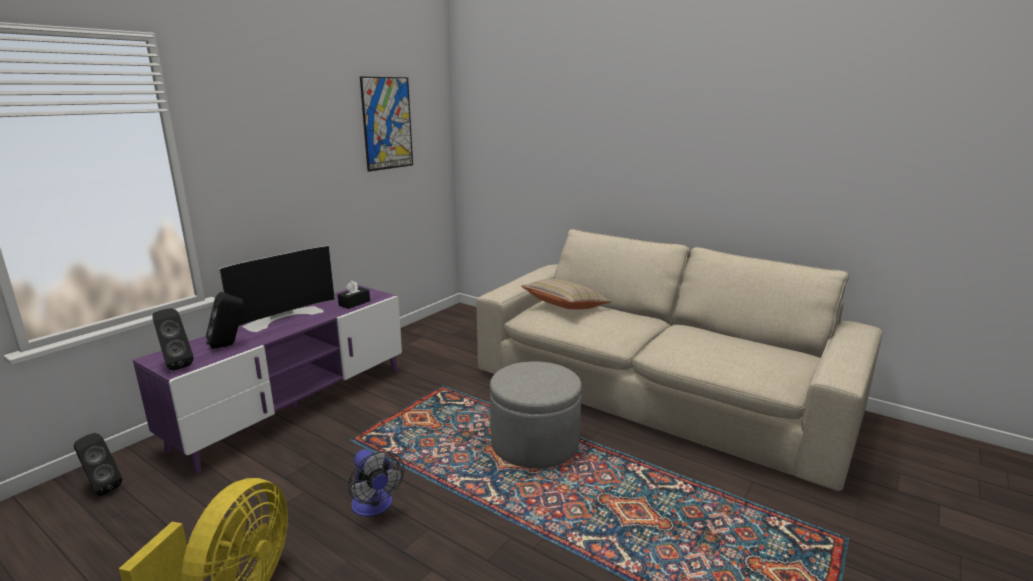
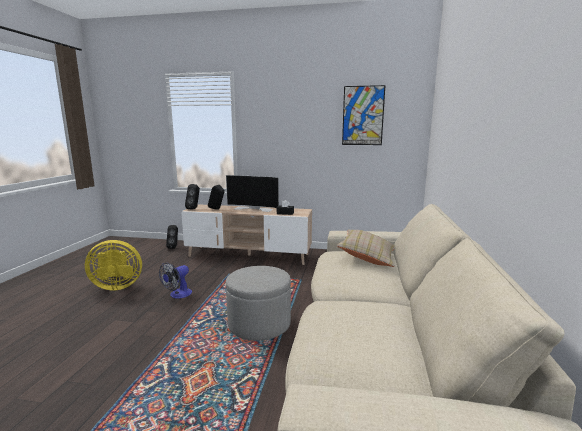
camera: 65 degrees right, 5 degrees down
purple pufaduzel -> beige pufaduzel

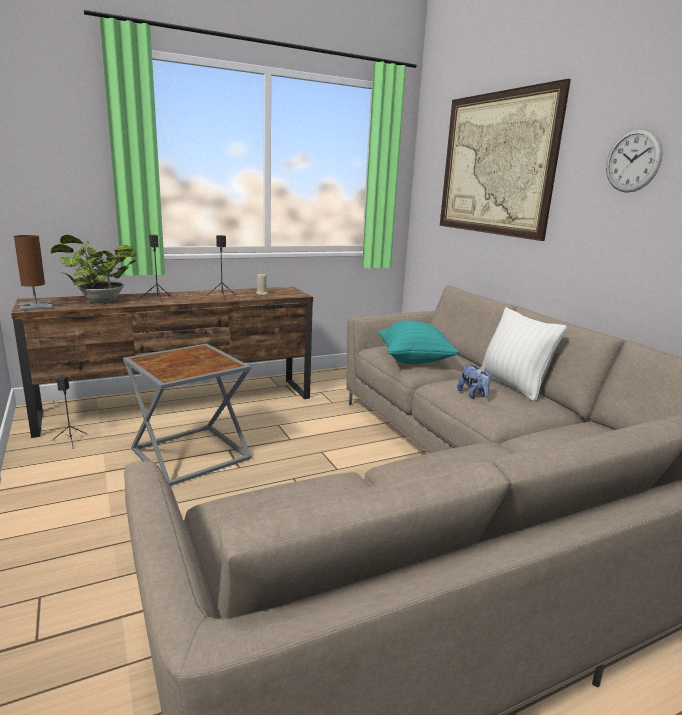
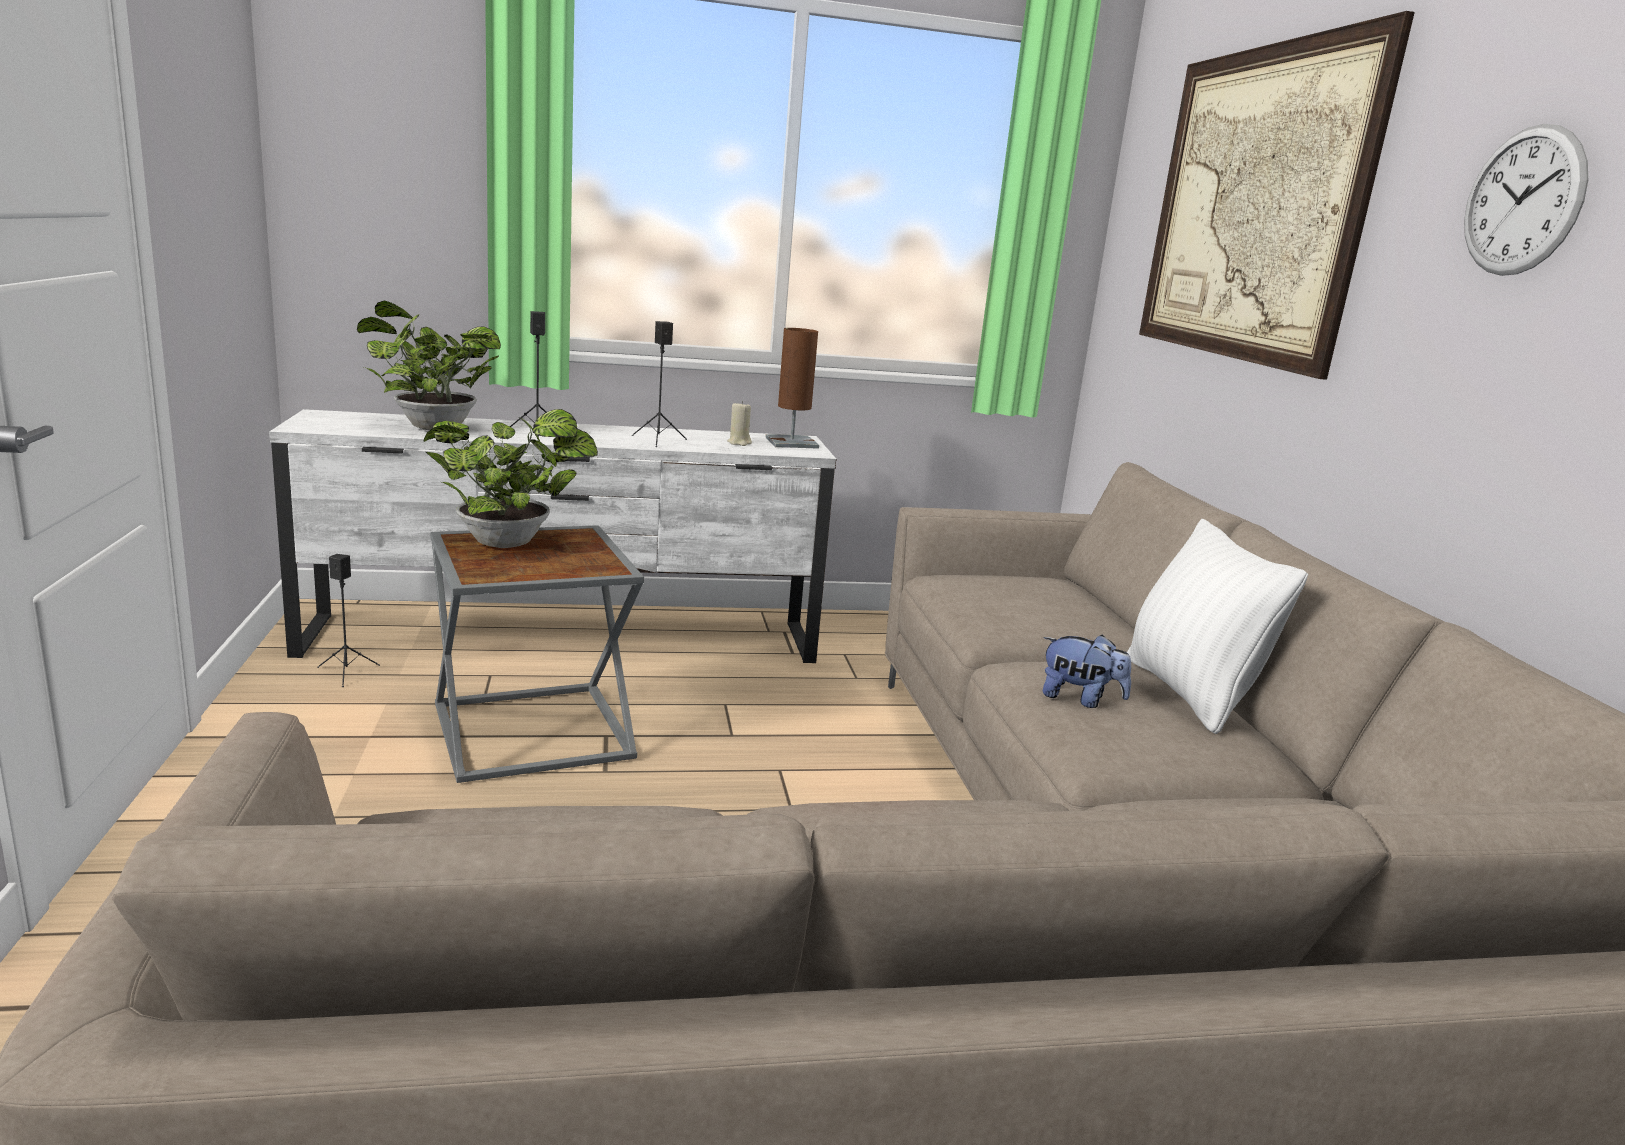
camera: 15 degrees right, 0 degrees up
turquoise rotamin -> none
none -> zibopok (2nd from left)
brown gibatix, moved
brown pufaduzel -> white pufaduzel
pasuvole, 60 degrees counterclockwise

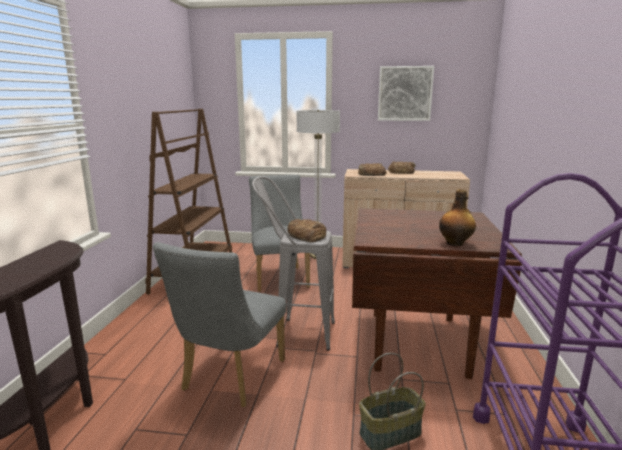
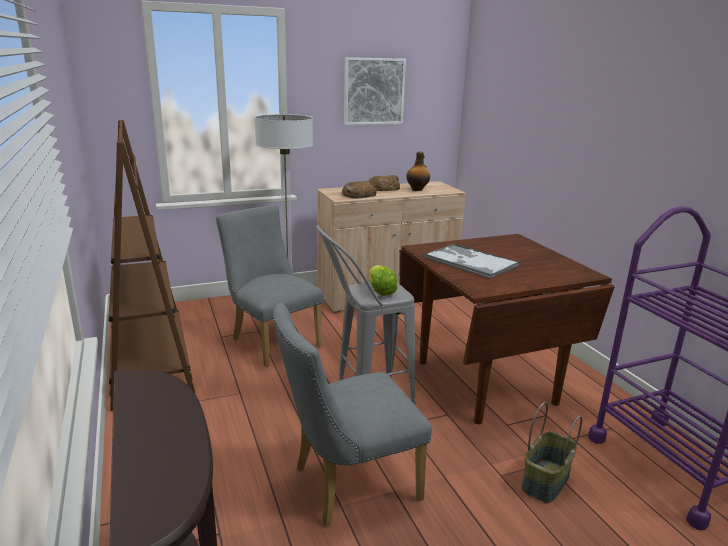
camera: 30 degrees left, 5 degrees up
none -> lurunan
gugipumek, moved
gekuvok (1st from left) -> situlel
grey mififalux (1st from left in the first image) -> grey mififalux (2nd from left), 75 degrees clockwise

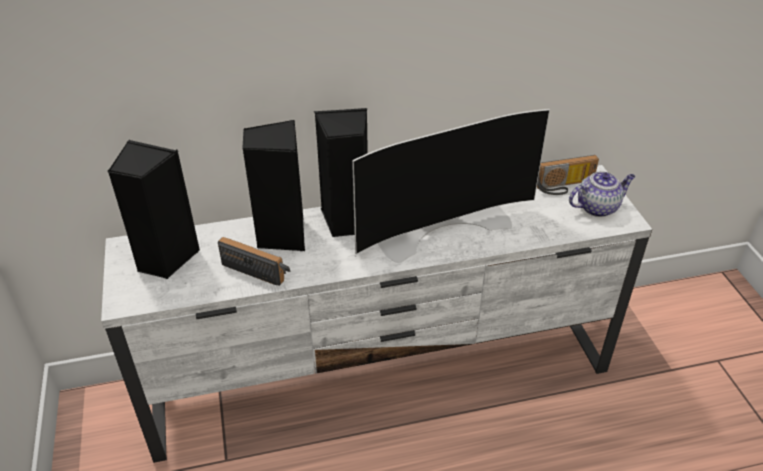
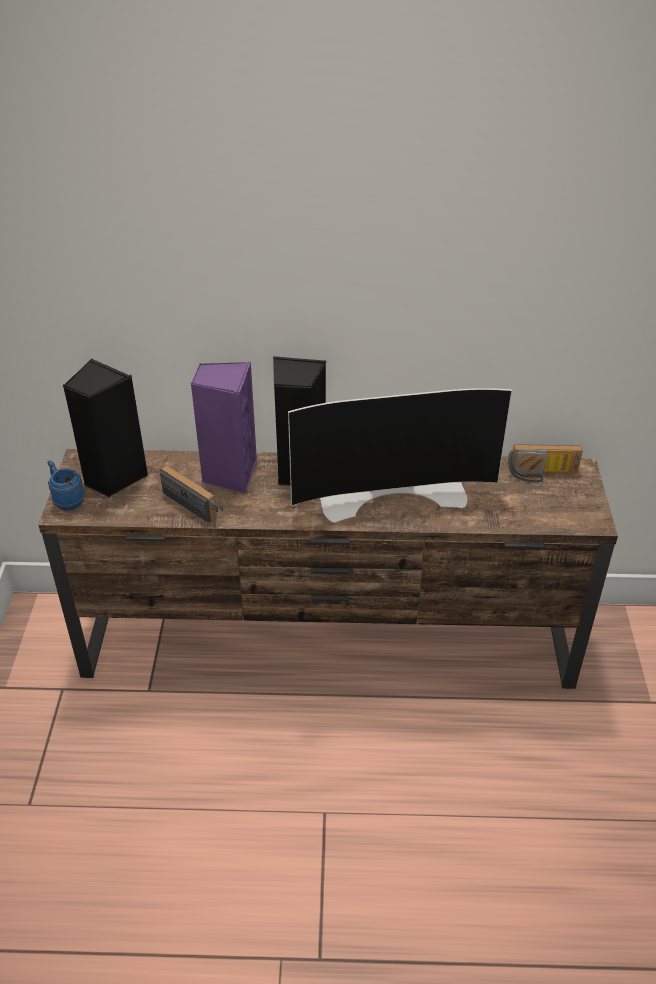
camera: 15 degrees right, 0 degrees up
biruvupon -> none
none -> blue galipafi
white pufaduzel -> brown pufaduzel
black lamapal (2nd from left) -> purple lamapal

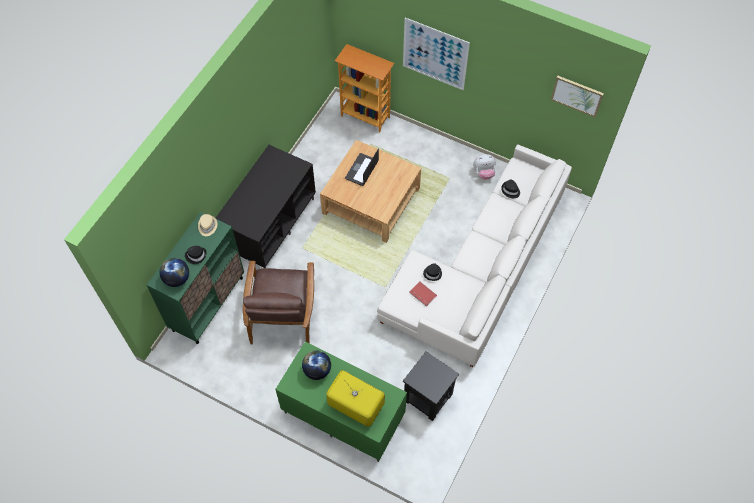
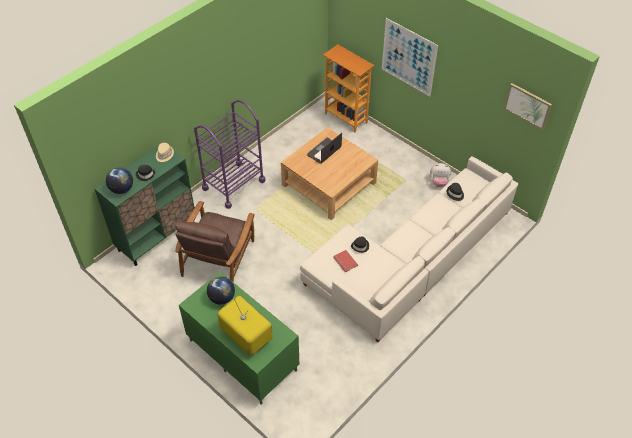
camera: 15 degrees right, 10 degrees down
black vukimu -> none
black pufaduzel -> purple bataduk

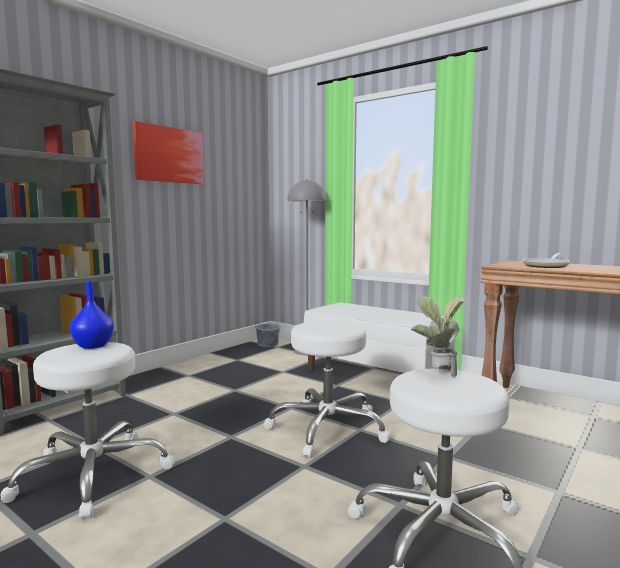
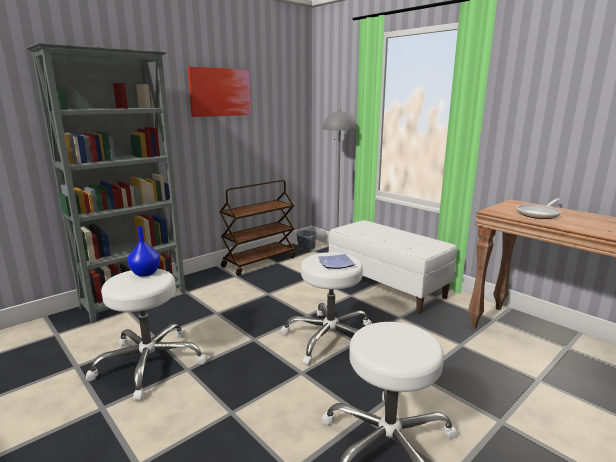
camera: 10 degrees right, 10 degrees up
zibopok -> none
none -> brown bataduk
none -> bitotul

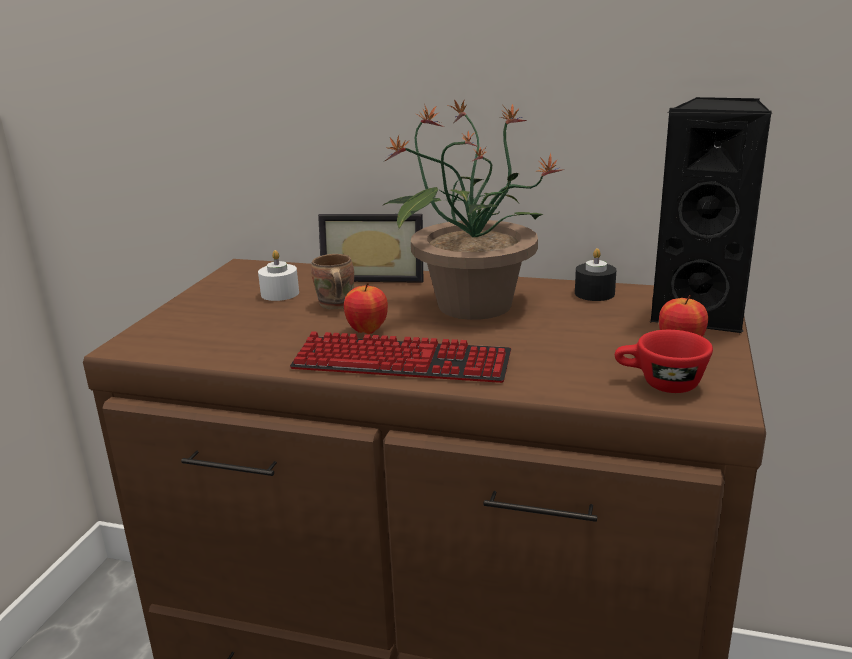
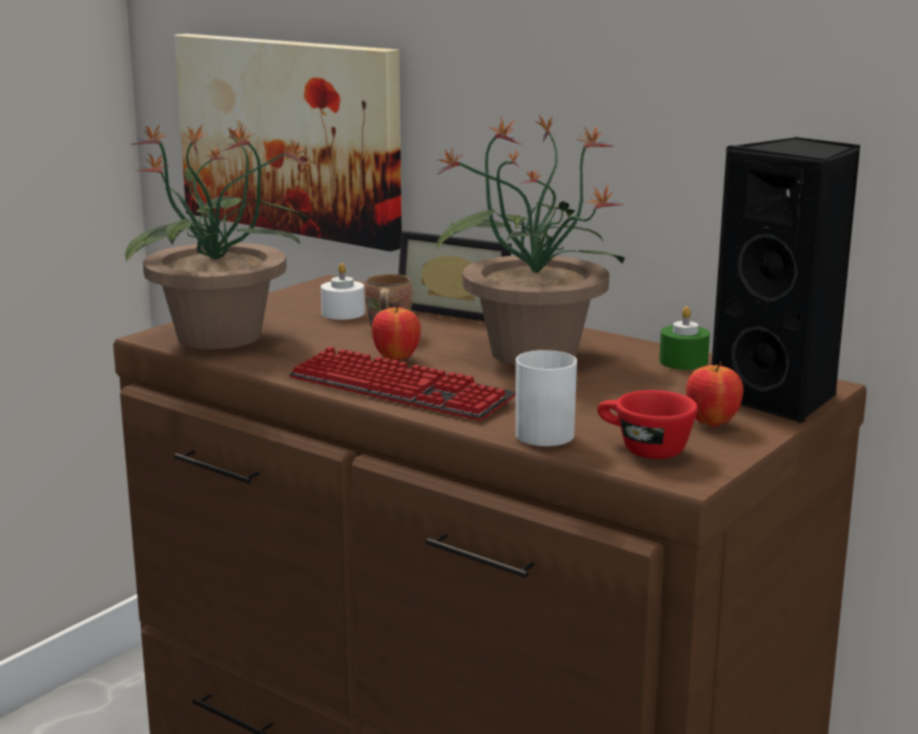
camera: 20 degrees right, 5 degrees down
none -> zibopok (1st from left)
none -> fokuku
none -> white galipafi
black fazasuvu -> green fazasuvu

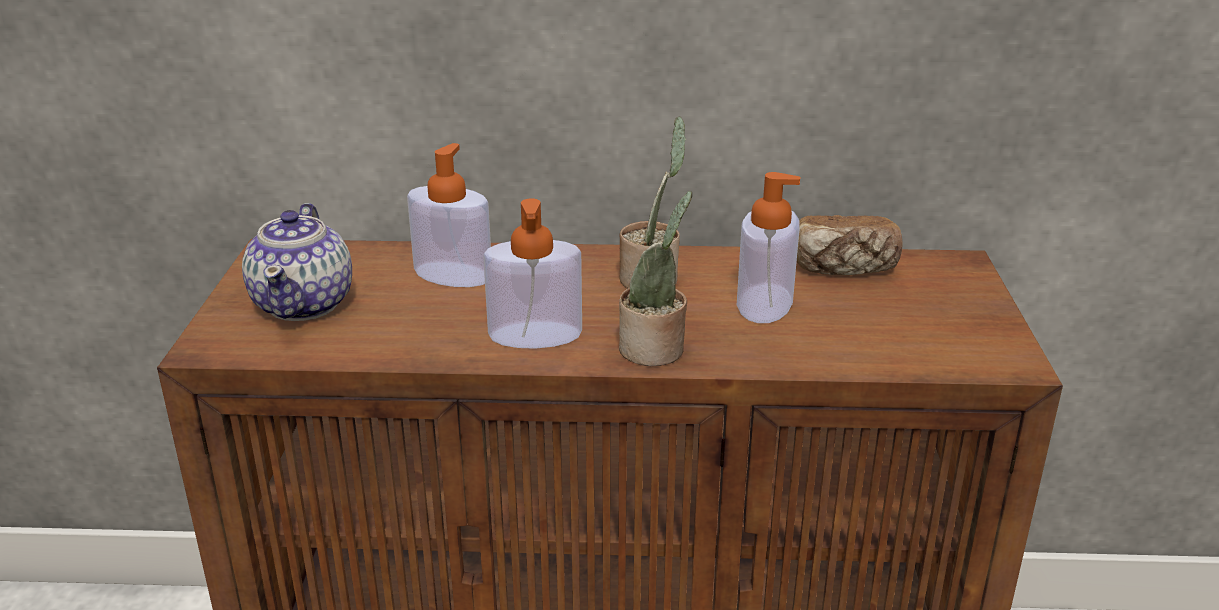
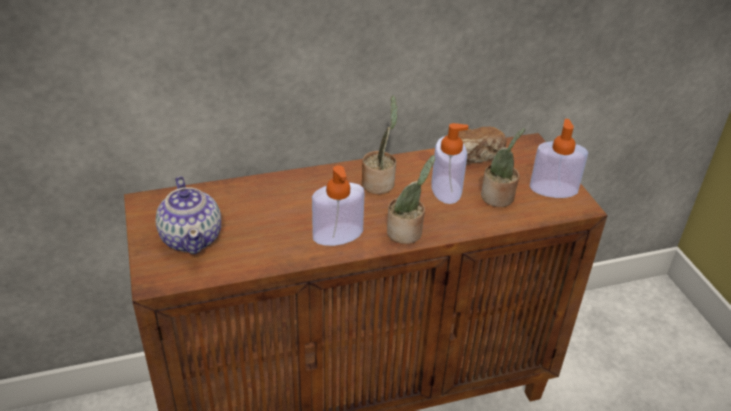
camera: 20 degrees left, 10 degrees up
none -> zibopok (3rd from left)
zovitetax (1st from left in the first image) -> zovitetax (3rd from left), moved

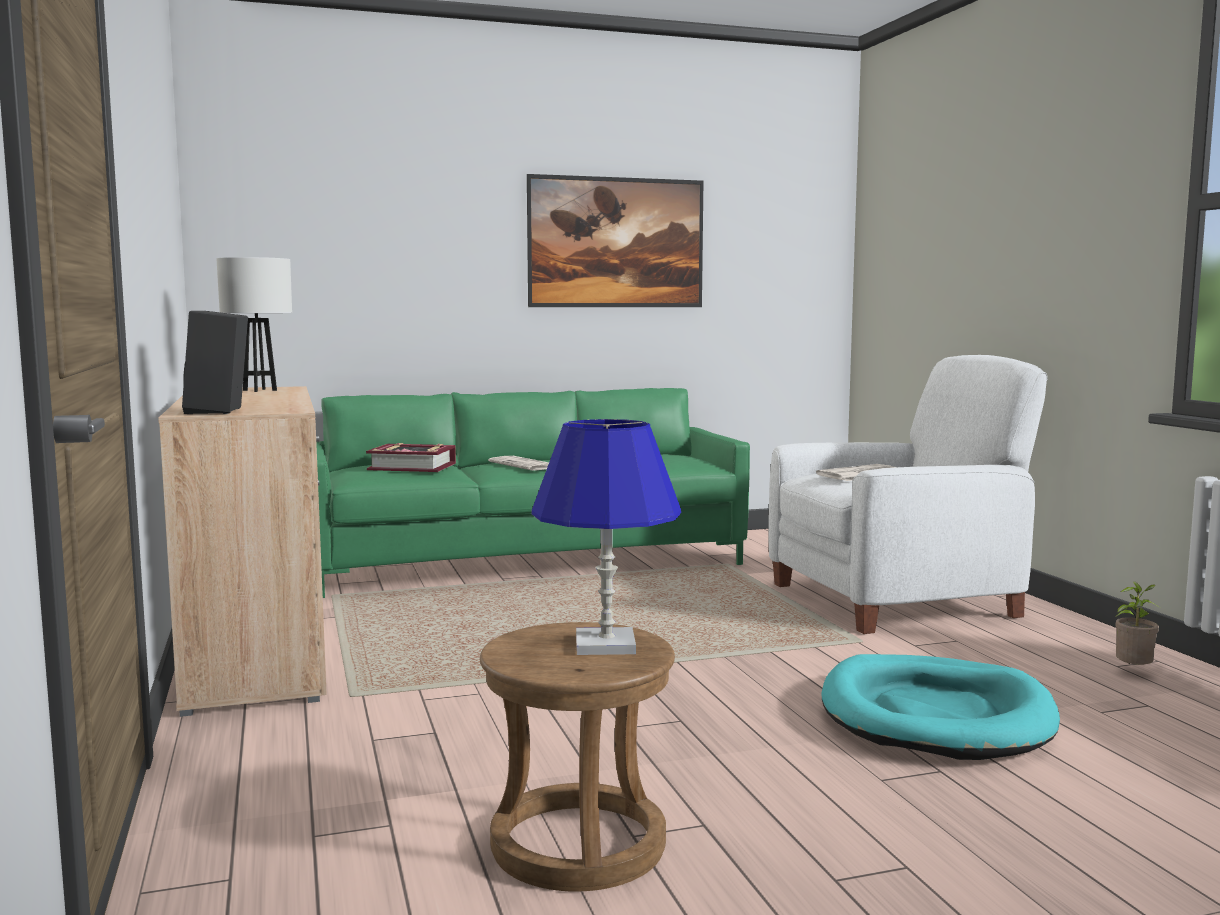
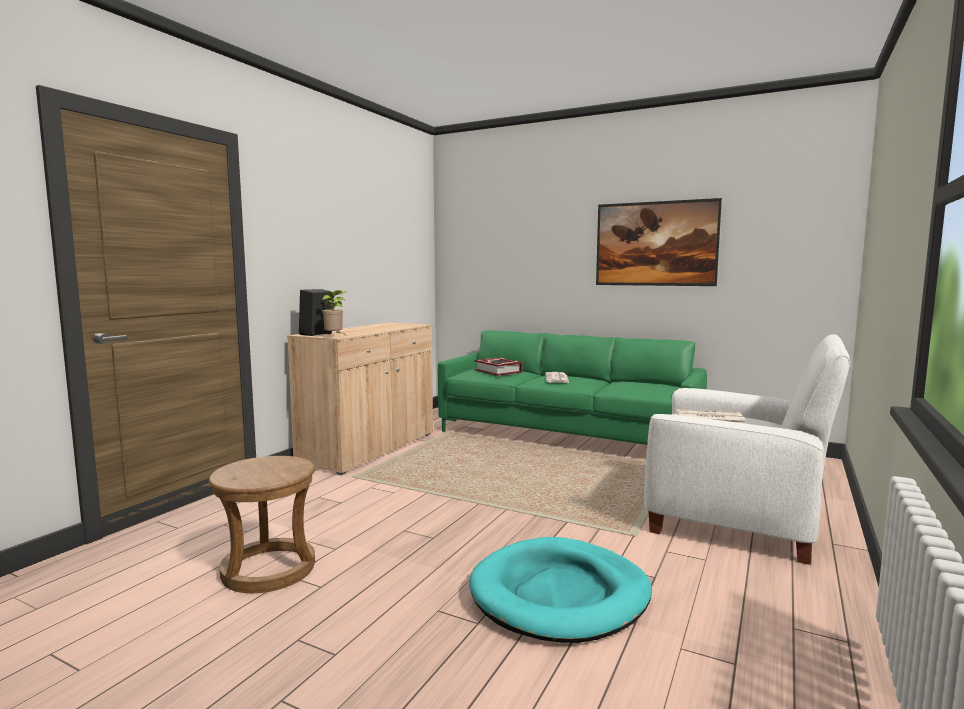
camera: 45 degrees right, 0 degrees up
white gibatix -> none
blue gibatix -> none
zibopok, moved

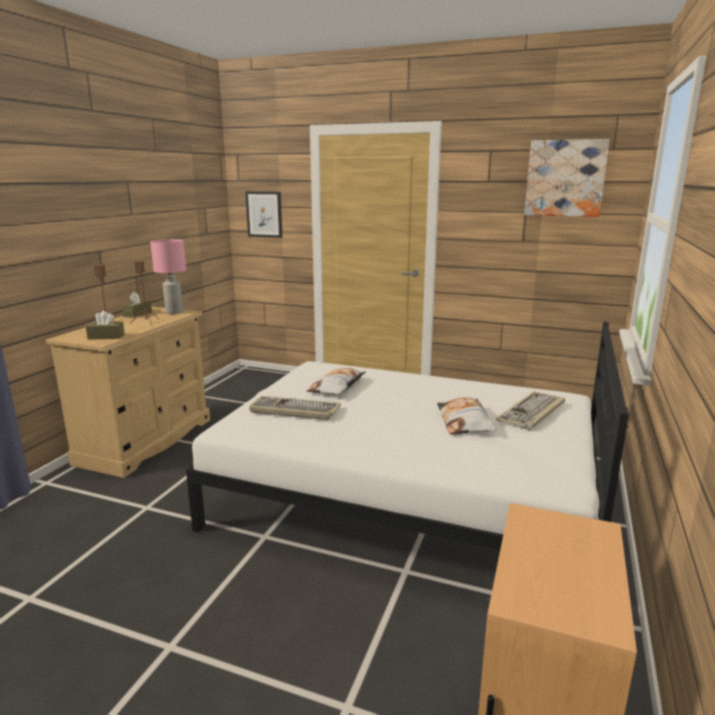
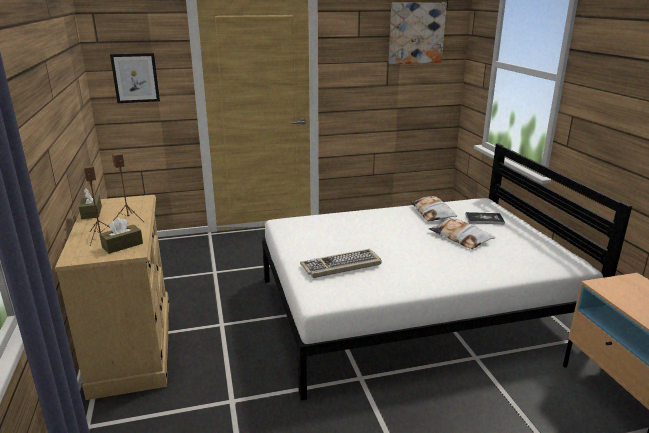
camera: 35 degrees left, 5 degrees up
pink gibatix -> none
rotamin (1st from left), moved
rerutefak (2nd from left) -> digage

